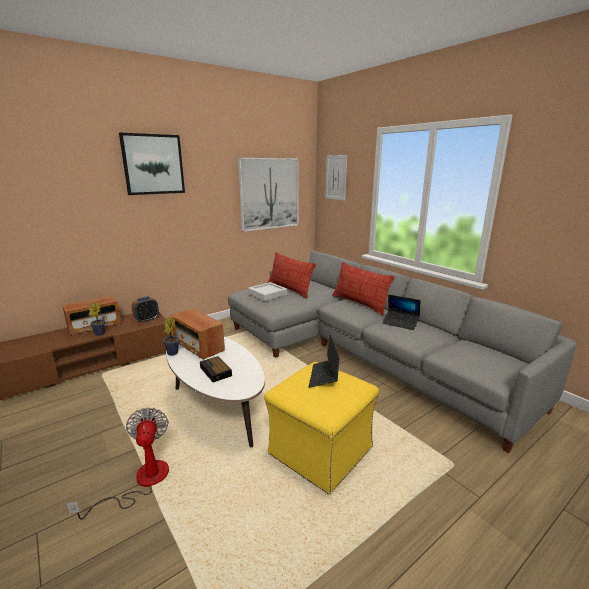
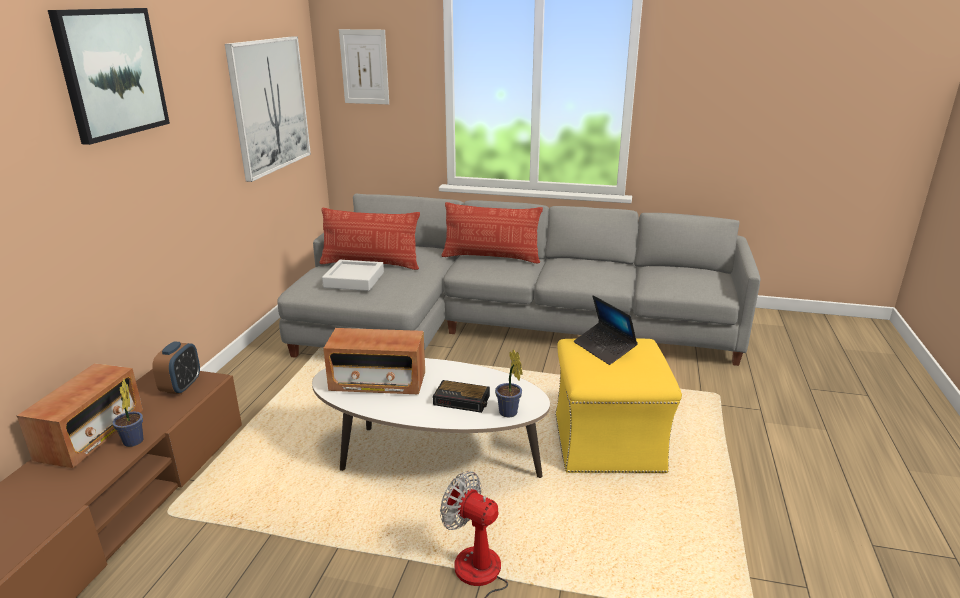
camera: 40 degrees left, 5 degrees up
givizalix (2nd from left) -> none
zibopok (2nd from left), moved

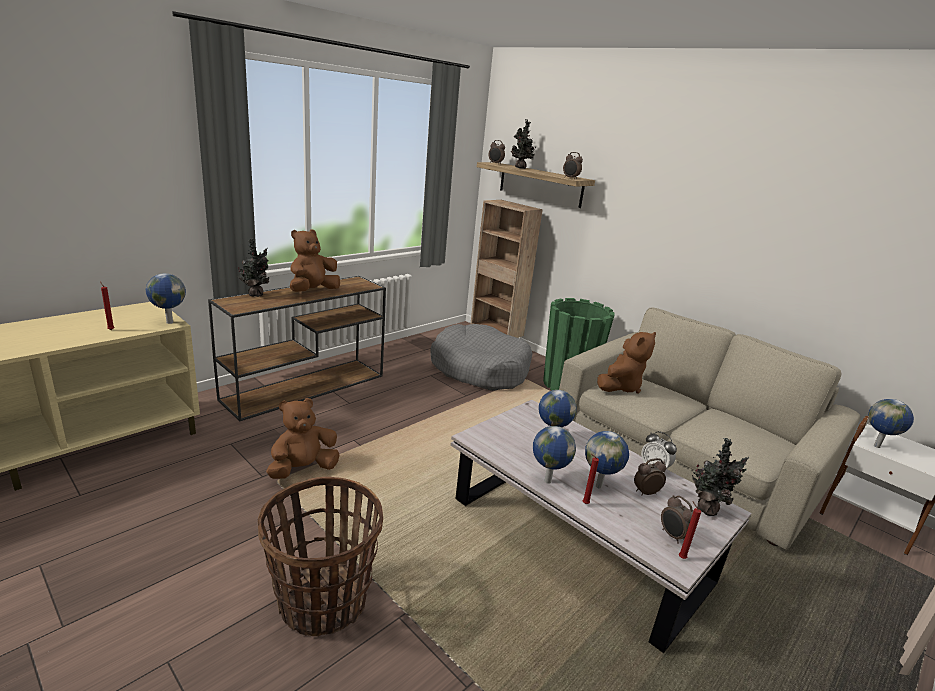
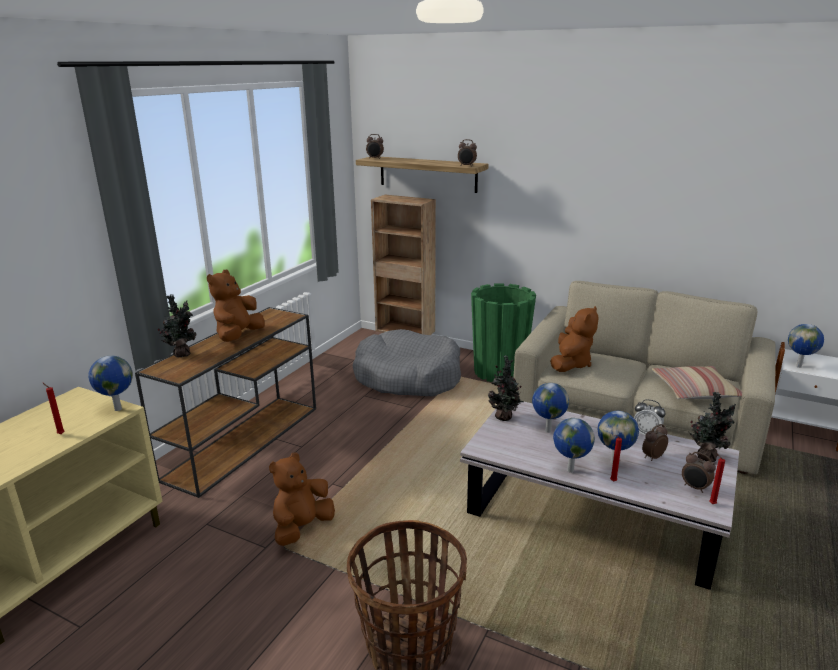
camera: 15 degrees left, 0 degrees up
none -> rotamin
zibopok (2nd from left), moved

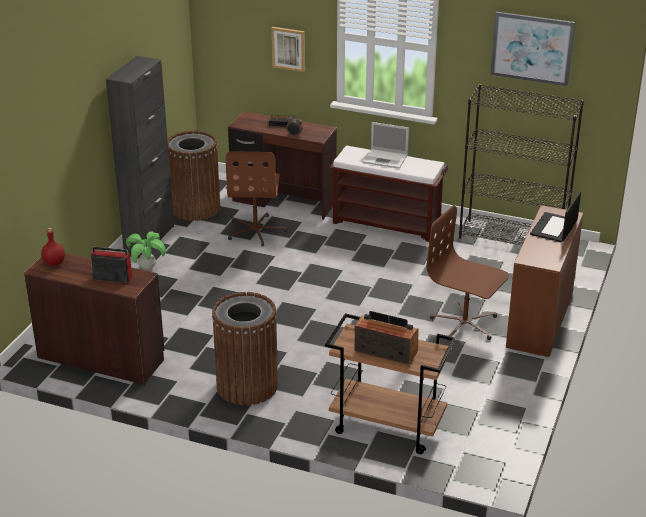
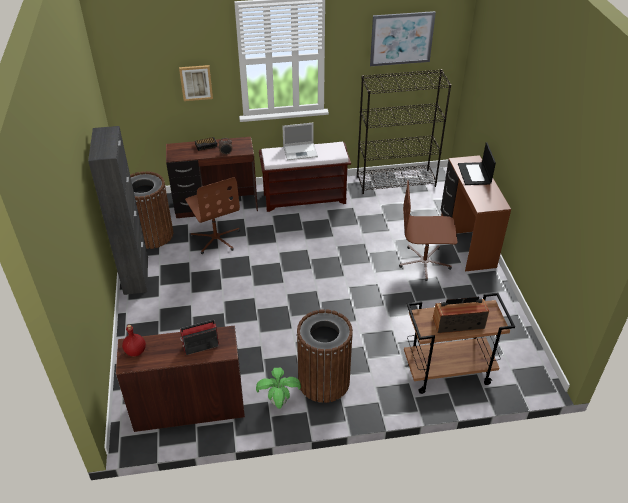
camera: 30 degrees left, 10 degrees up
zibopok, moved

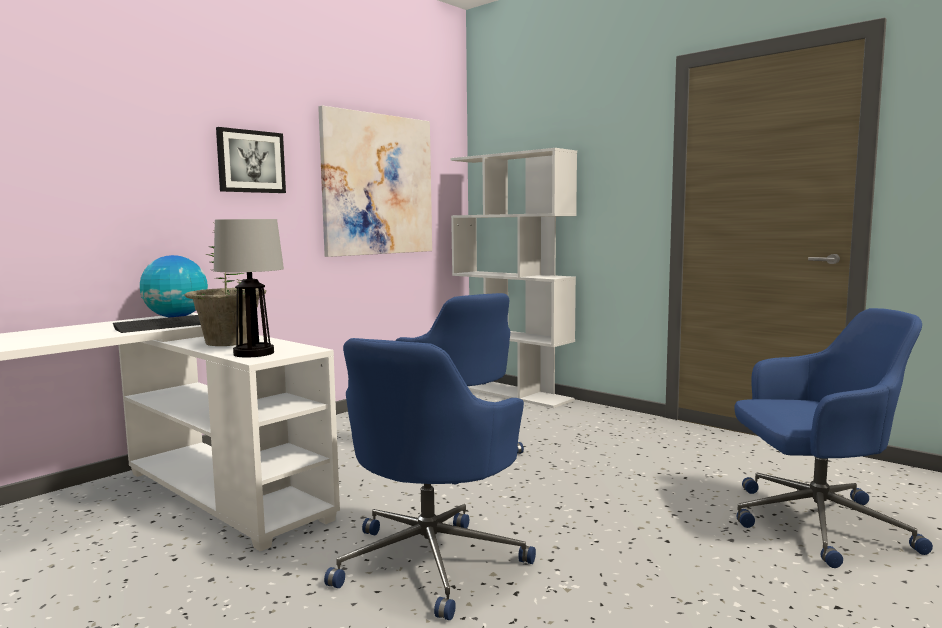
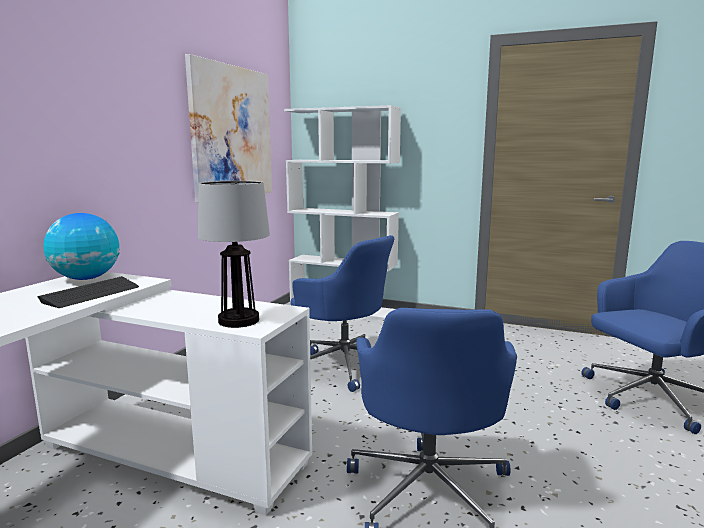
camera: 20 degrees left, 5 degrees up
zibopok -> none
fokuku (1st from left) -> none

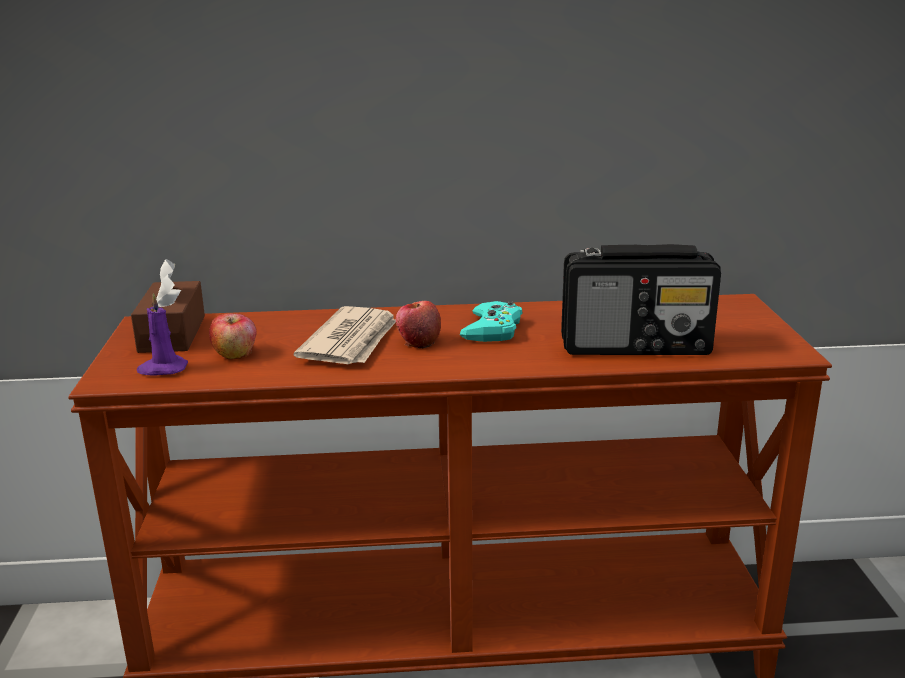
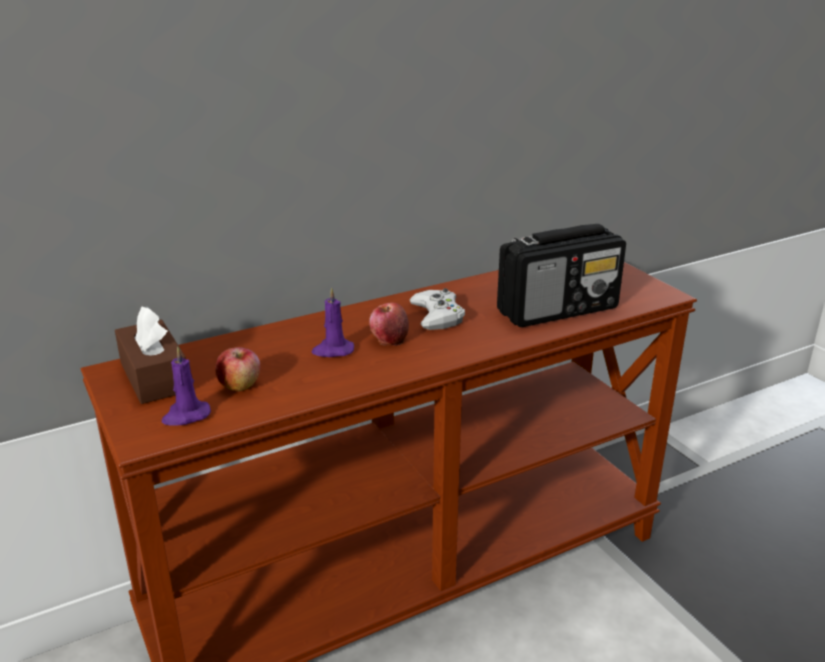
camera: 25 degrees left, 5 degrees up
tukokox -> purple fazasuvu (2nd from left)
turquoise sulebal -> white sulebal

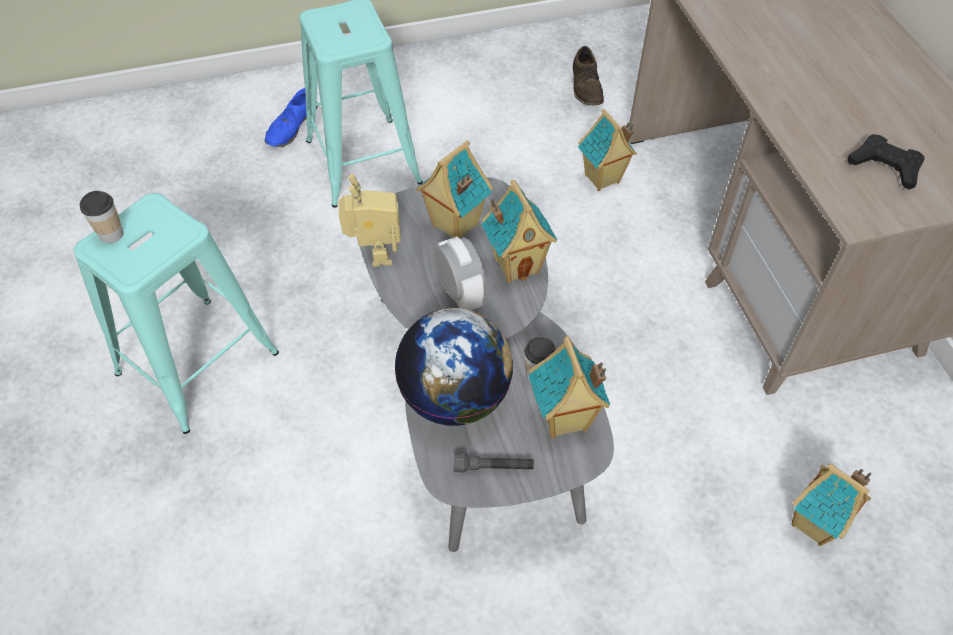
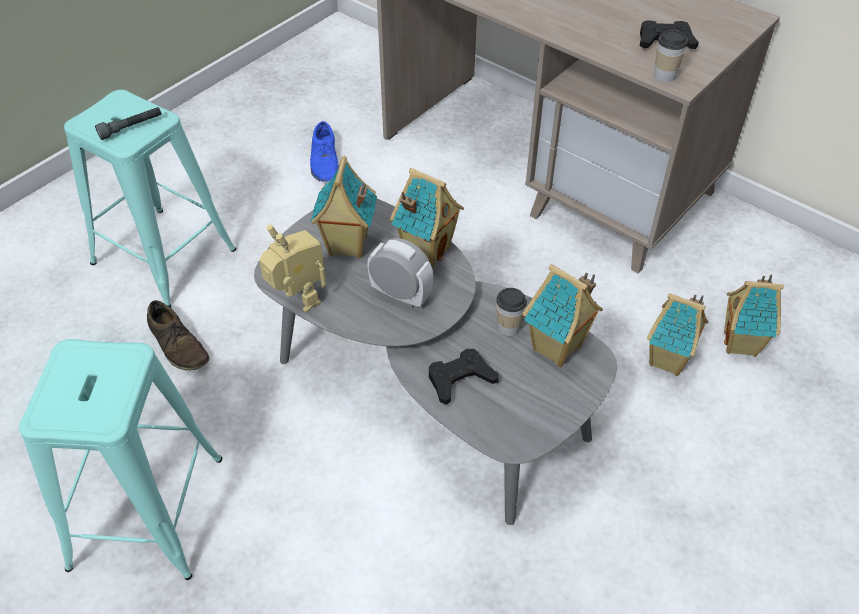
camera: 35 degrees left, 5 degrees down
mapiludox (1st from left in the first image) -> mapiludox (2nd from left), moved
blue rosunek, moved
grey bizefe, moved
brown rosunek, moved
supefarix (4th from left), moved
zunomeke -> black sulebal (1st from left)

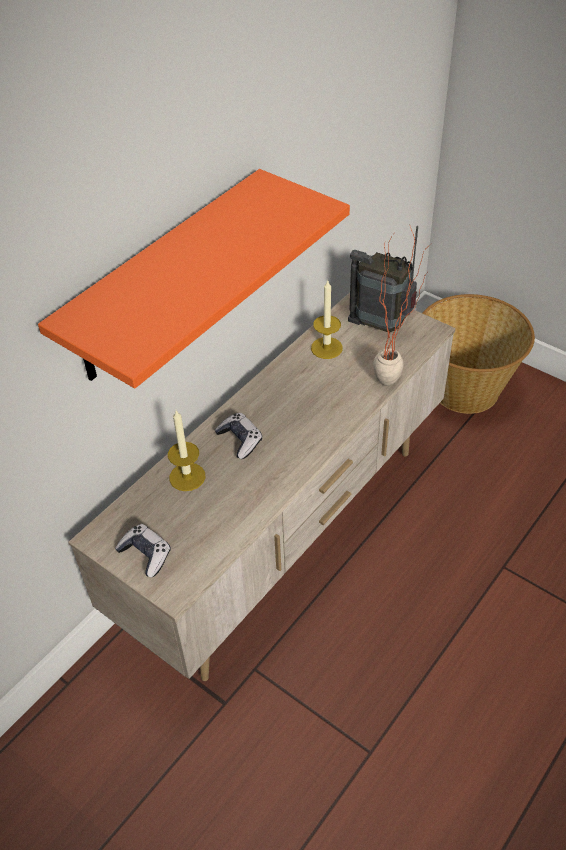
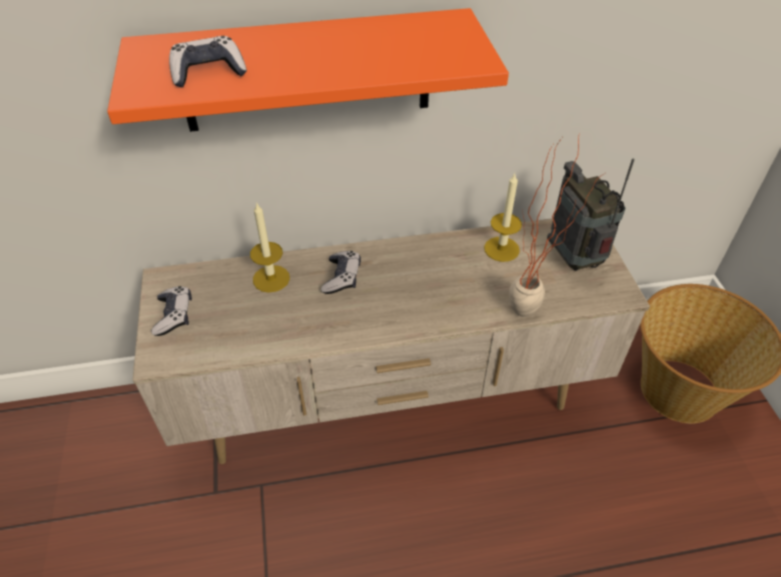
camera: 40 degrees right, 0 degrees up
none -> sulebal (2nd from left)

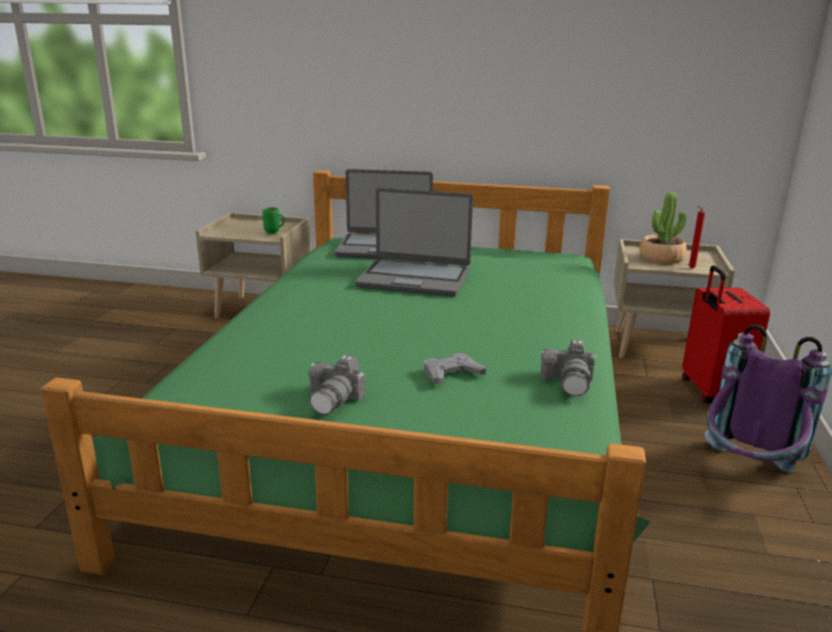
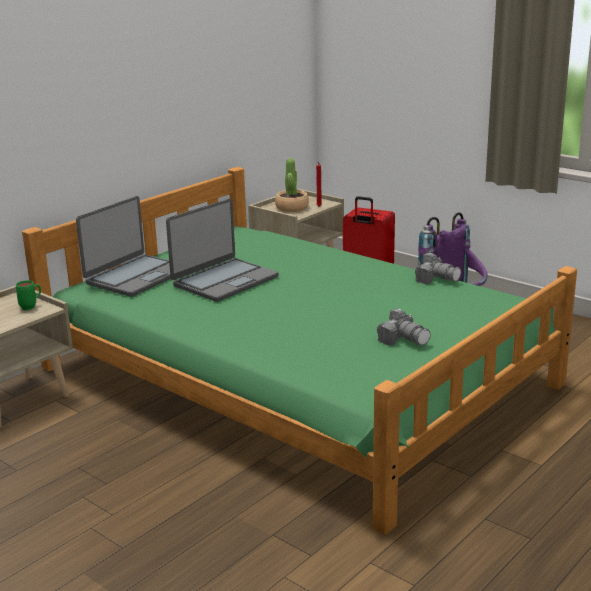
camera: 60 degrees left, 0 degrees up
grey sulebal -> none

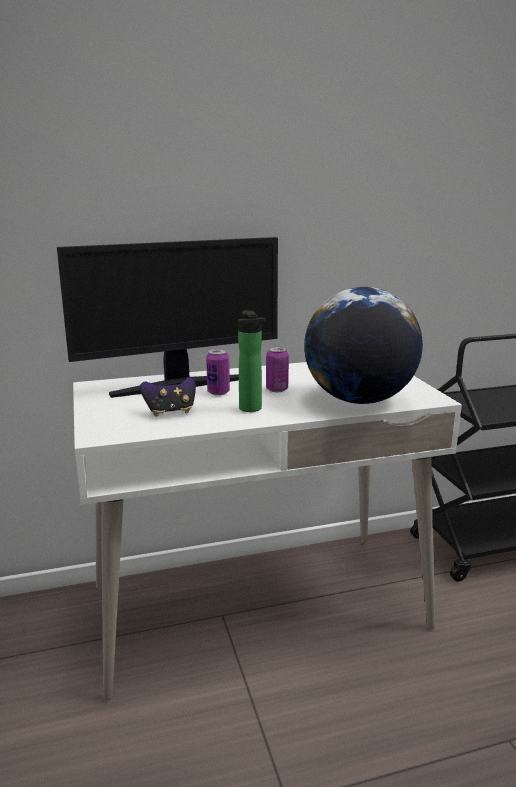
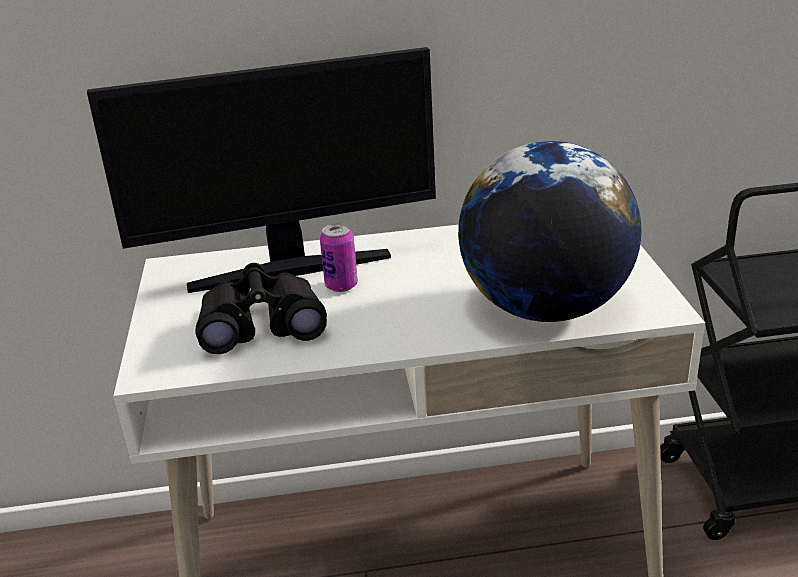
camera: 10 degrees right, 10 degrees up
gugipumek -> none
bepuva (2nd from left) -> none
sulebal -> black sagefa

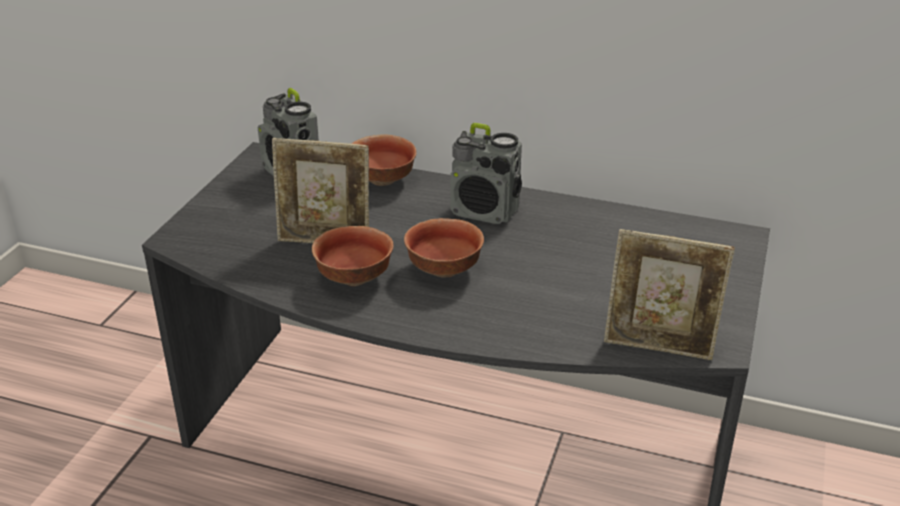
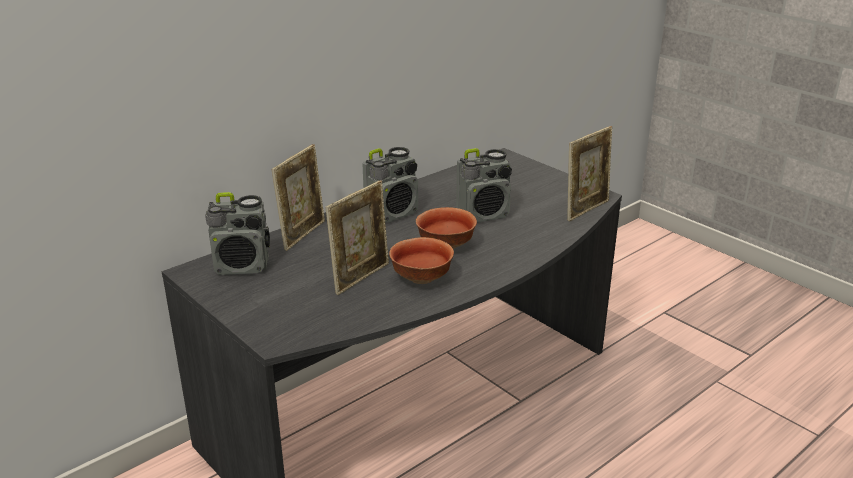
camera: 60 degrees left, 5 degrees down
none -> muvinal (3rd from left)
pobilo (2nd from left) -> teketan (1st from left)

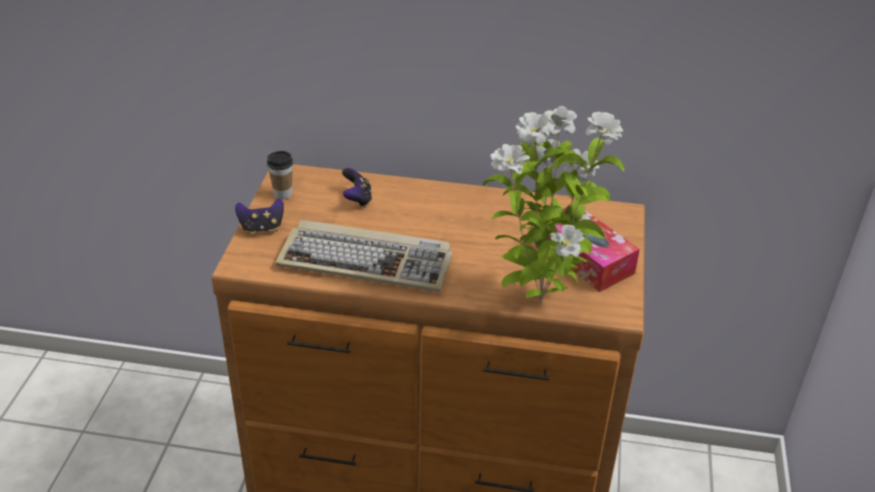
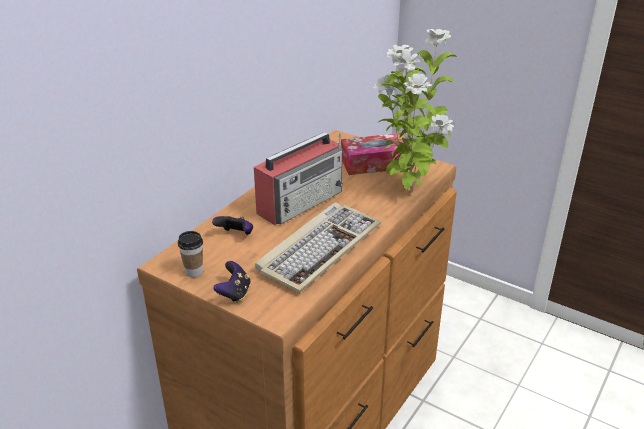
camera: 65 degrees left, 5 degrees down
none -> muvinal

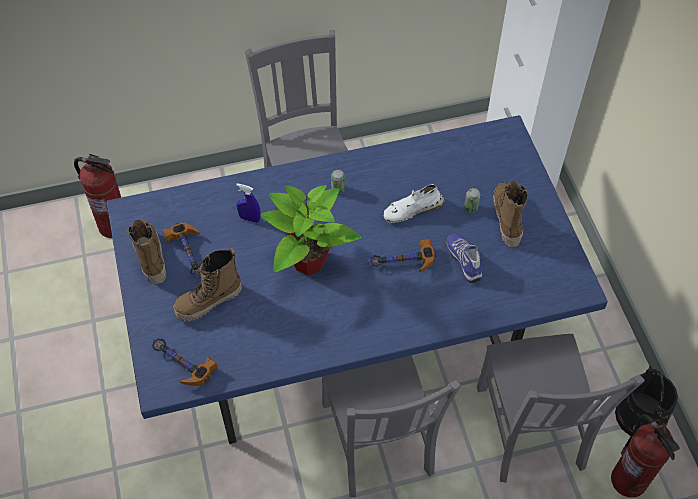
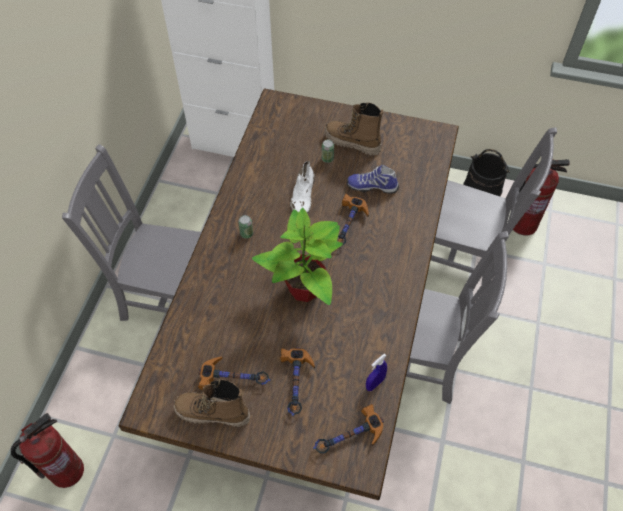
camera: 60 degrees left, 0 degrees up
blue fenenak, moved
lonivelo (2nd from left) -> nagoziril (2nd from left)
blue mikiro -> brown mikiro

